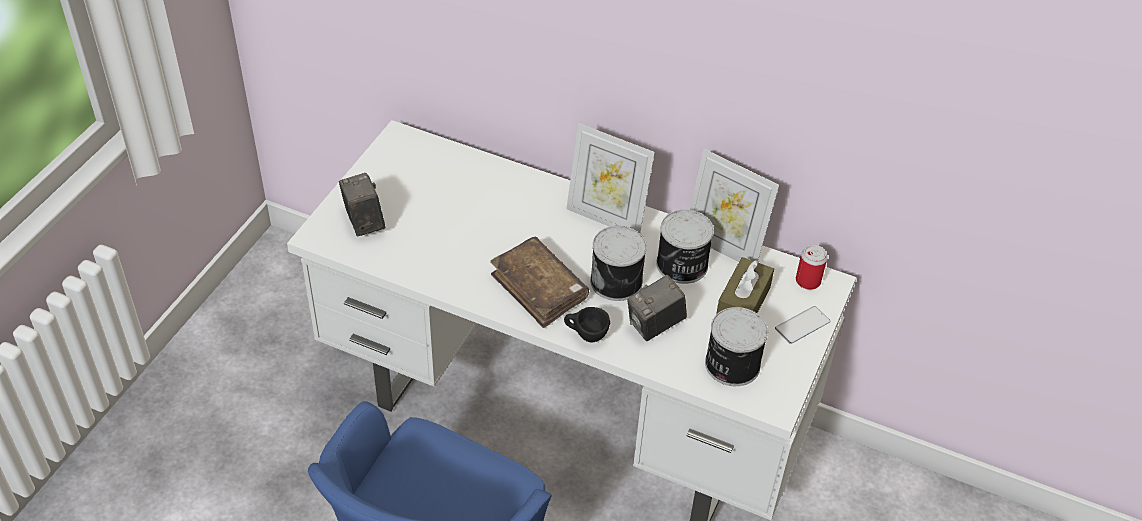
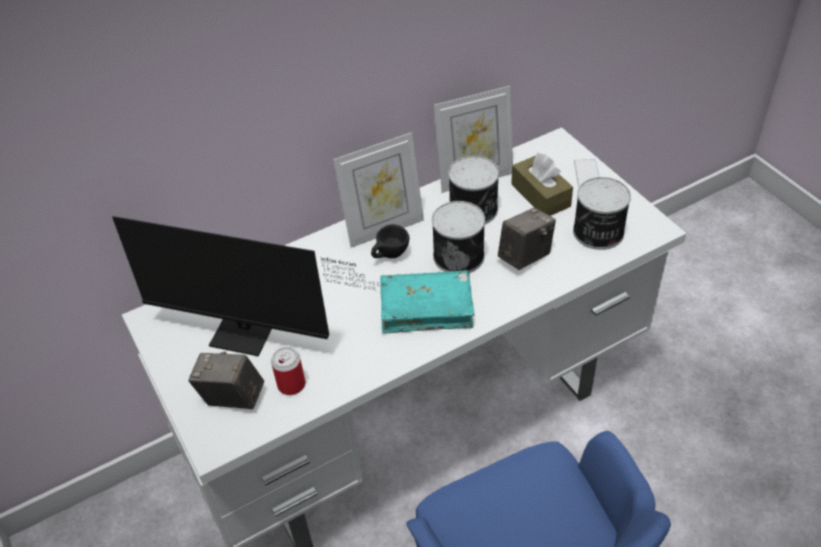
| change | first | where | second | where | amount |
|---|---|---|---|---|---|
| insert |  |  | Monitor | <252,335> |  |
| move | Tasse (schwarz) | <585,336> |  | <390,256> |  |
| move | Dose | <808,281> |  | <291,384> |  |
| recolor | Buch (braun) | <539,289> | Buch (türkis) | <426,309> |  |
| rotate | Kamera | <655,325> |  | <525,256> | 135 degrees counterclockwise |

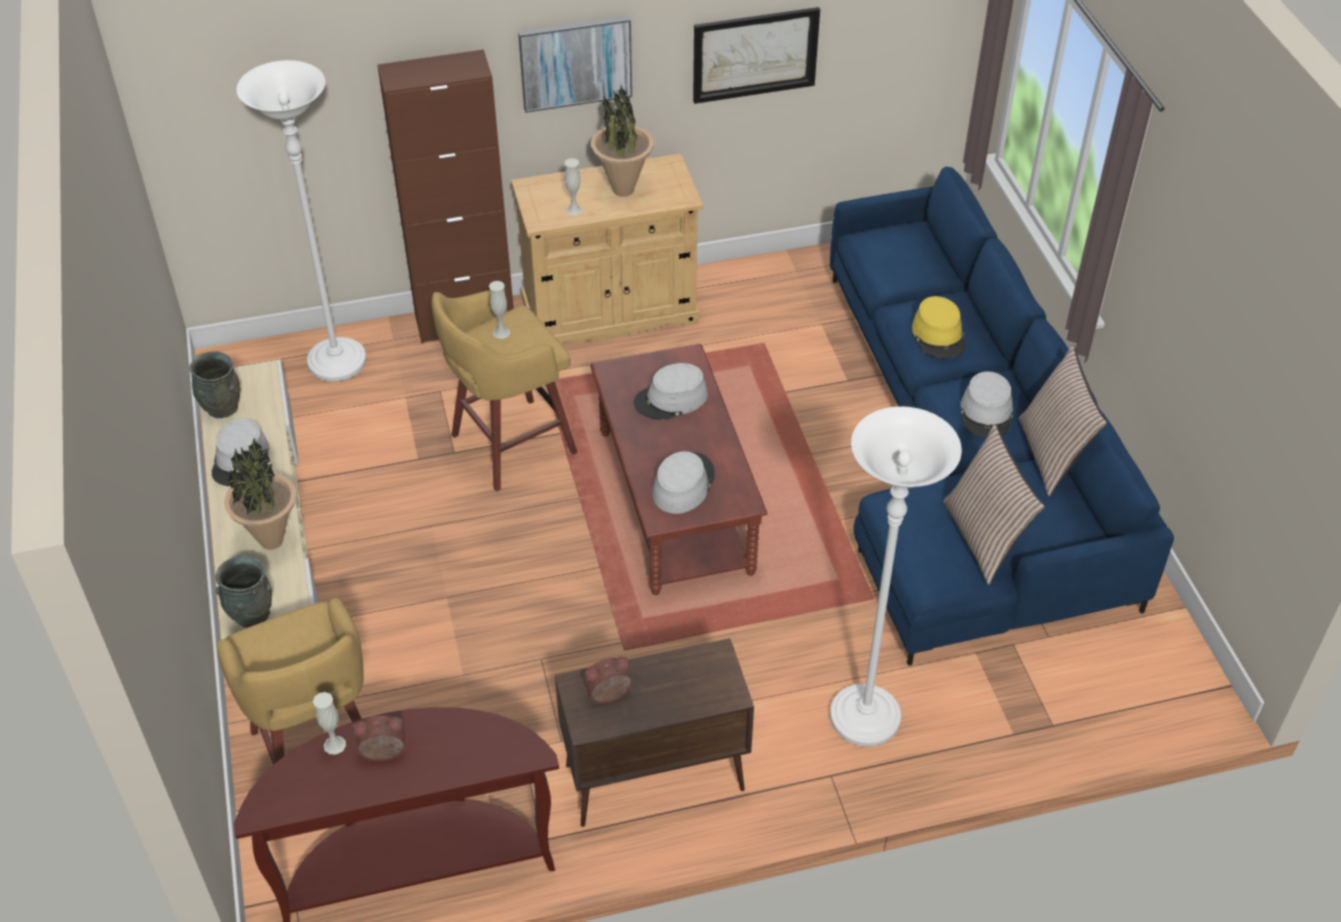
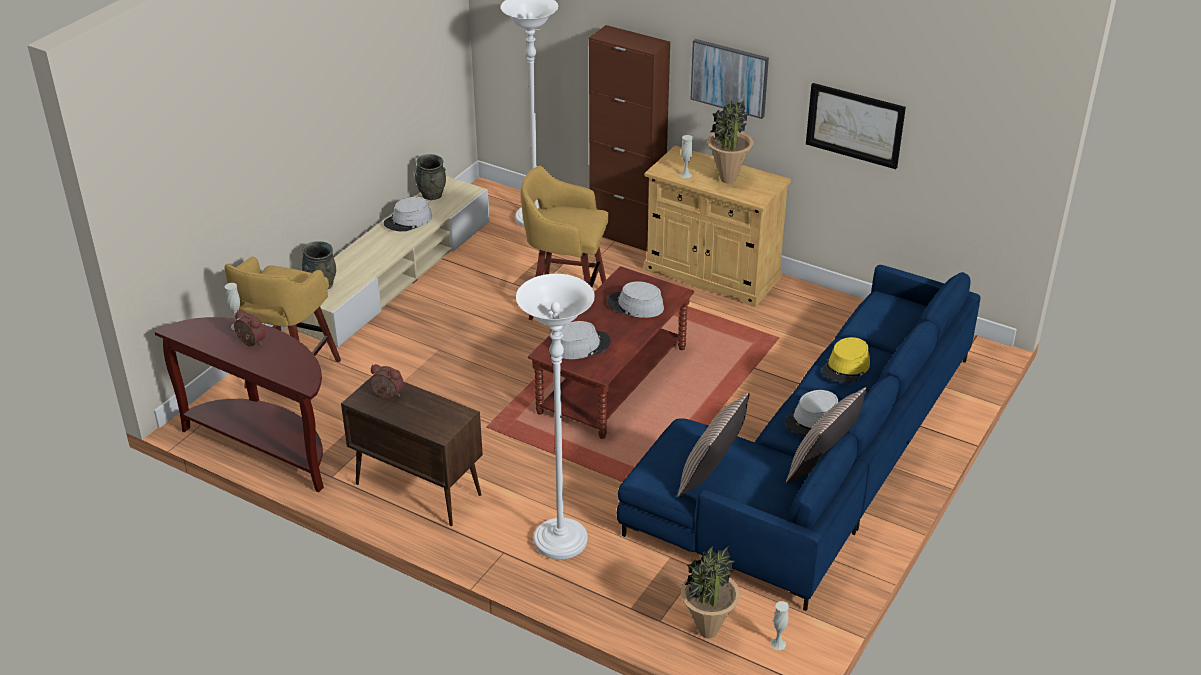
| change | first | where | second | where | amount |
|---|---|---|---|---|---|
| move | Topfpflanze | <272,541> |  | <708,631> |  |
| move | Vase (weiß) | <501,332> |  | <778,644> |  |

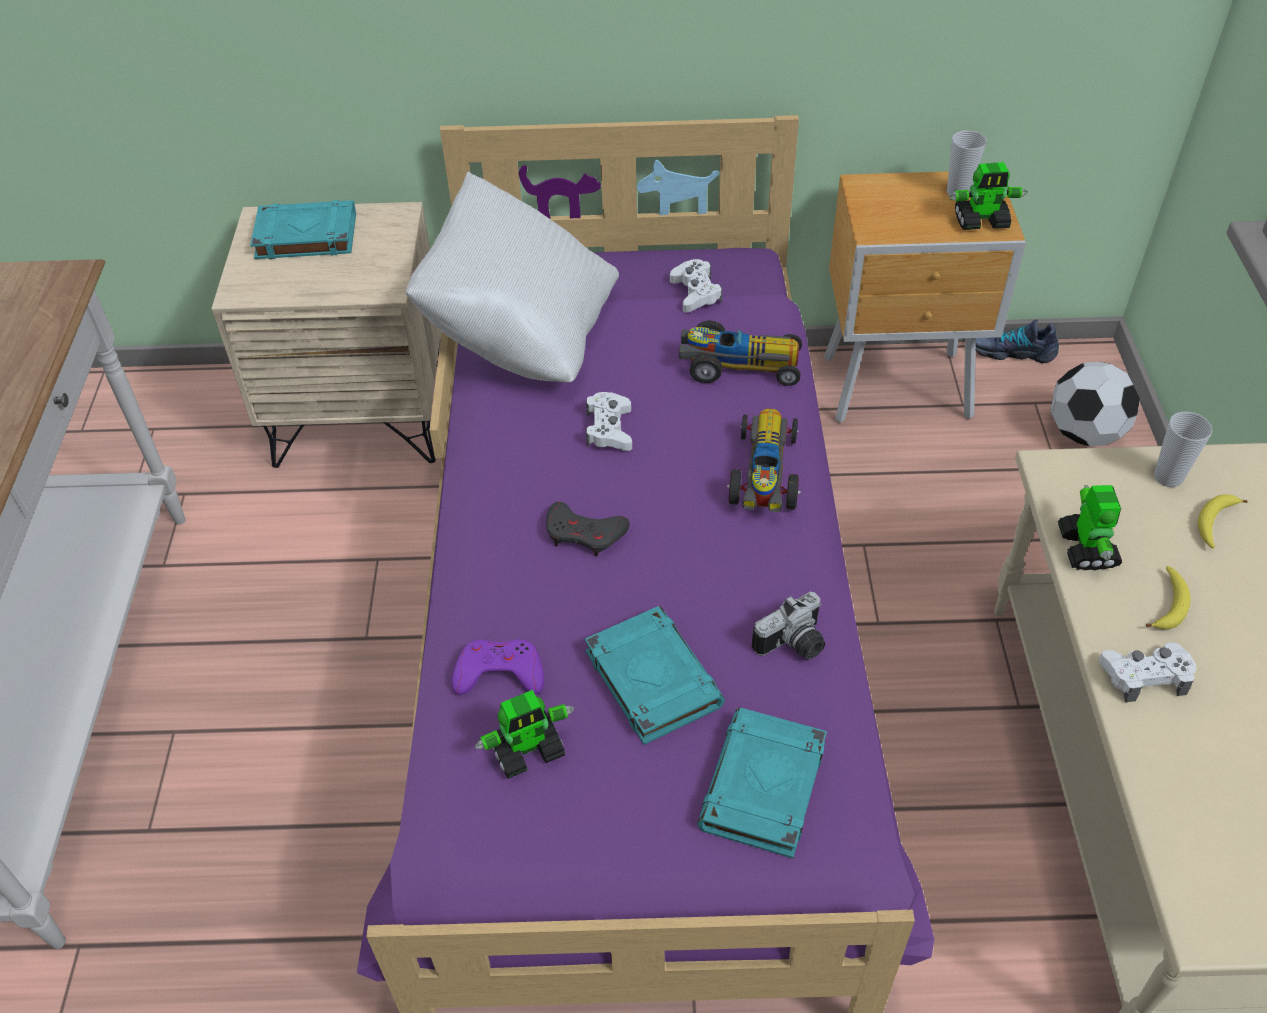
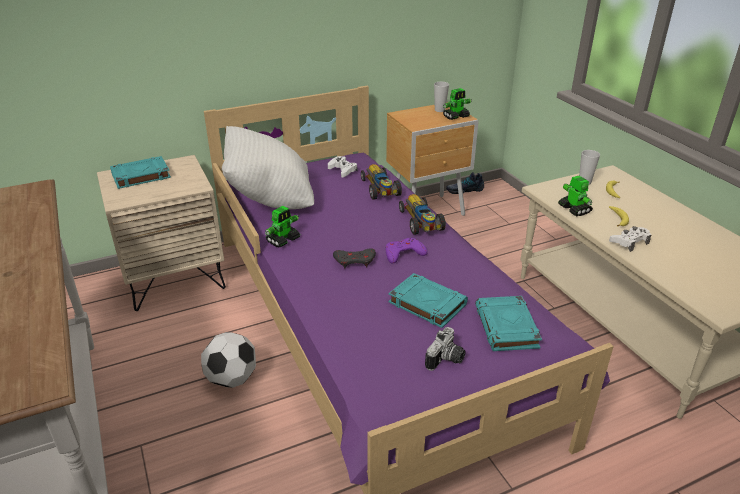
| change | first | where | second | where | amount |
|---|---|---|---|---|---|
| delete | Gamepad (weiß) | <609,429> |  |  |  |
| move | Gamepad (lila) | <499,673> |  | <404,254> |  |
| move | Spielzeugroboter | <528,749> |  | <283,240> |  |
| move | Kamera | <794,645> |  | <447,360> |  |
| move | Fußball | <1084,433> |  | <232,379> |  |
| rotate | Spielzeugauto | <738,365> |  | <380,189> | 90 degrees counterclockwise |

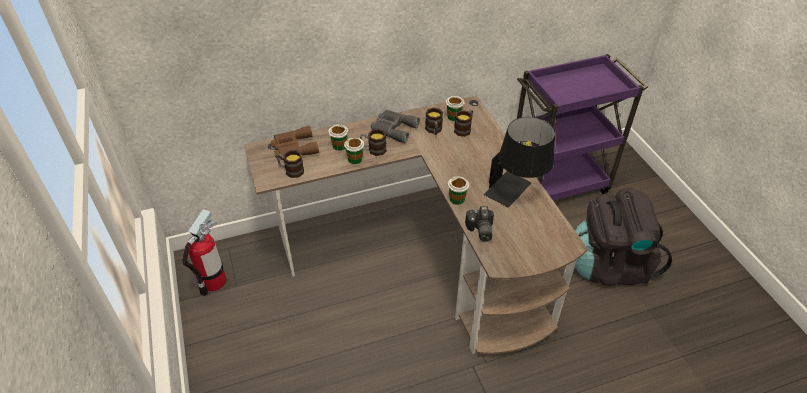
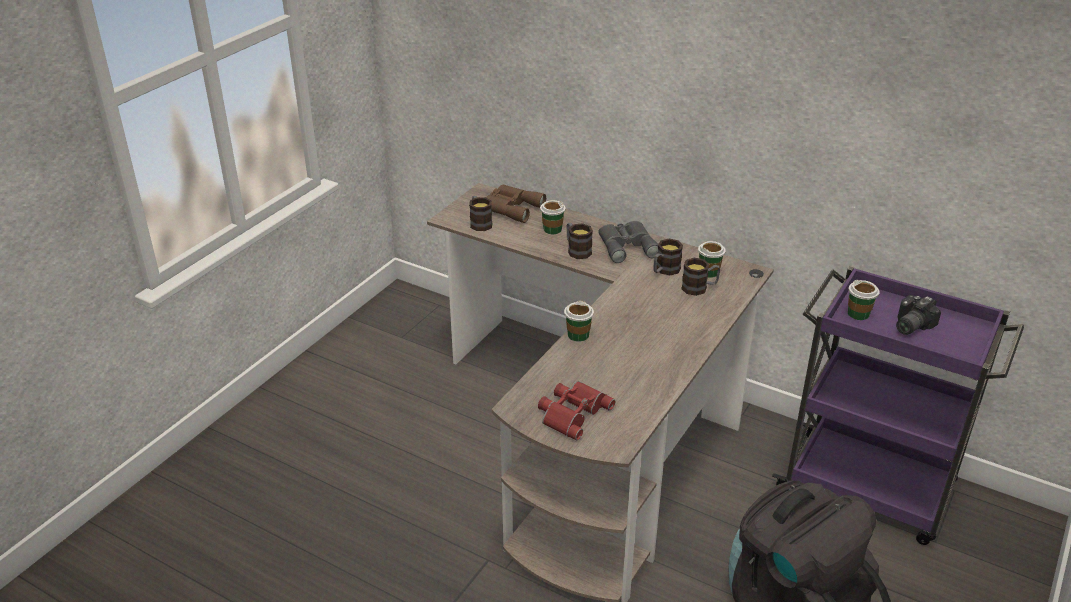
| change | first | where | second | where | amount |
|---|---|---|---|---|---|
| delete | Feuerlöscher | <213,281> |  |  |  |
| delete | Tischlampe (schwarz) | <516,193> |  |  |  |
| insert |  |  | Fernglas (rot) | <572,412> |  |
| move | Tasse | <355,159> |  | <858,314> |  |
| move | Kamera | <479,230> |  | <909,325> |  |

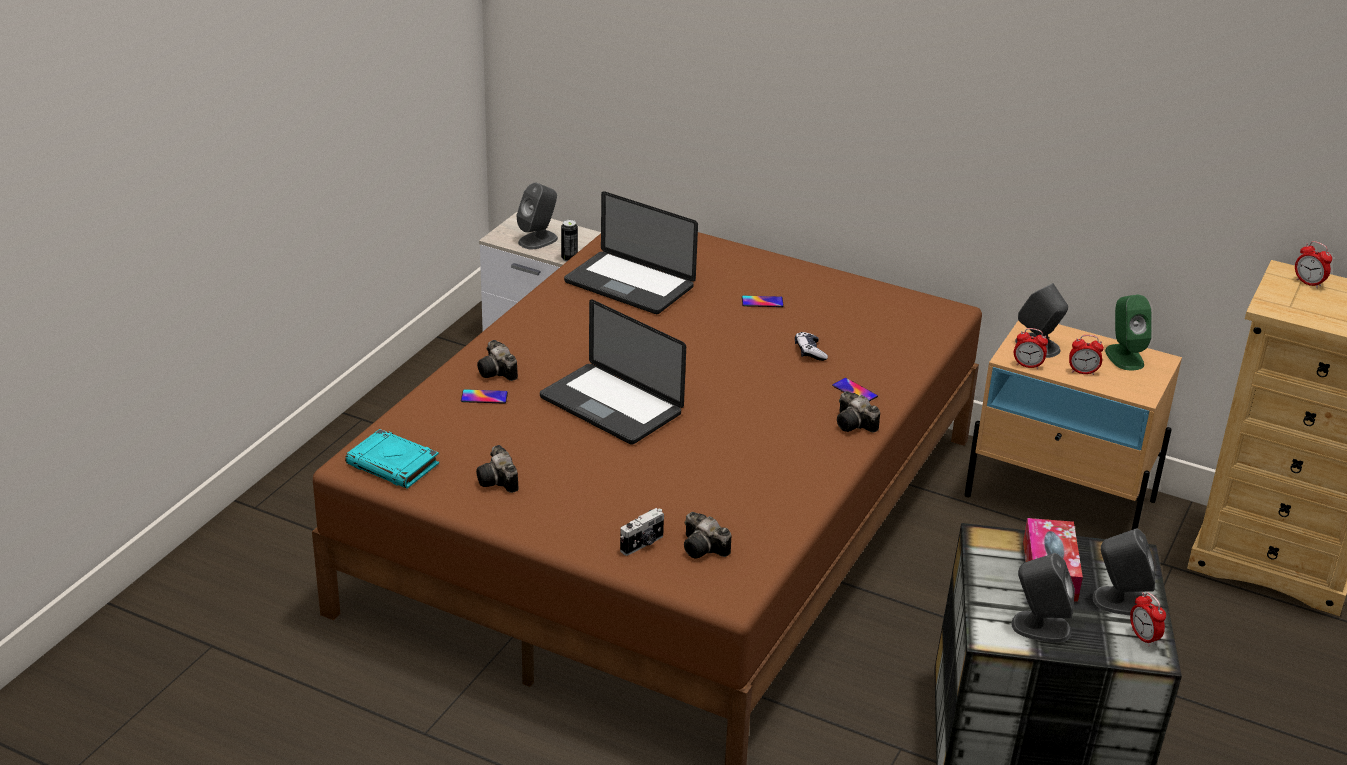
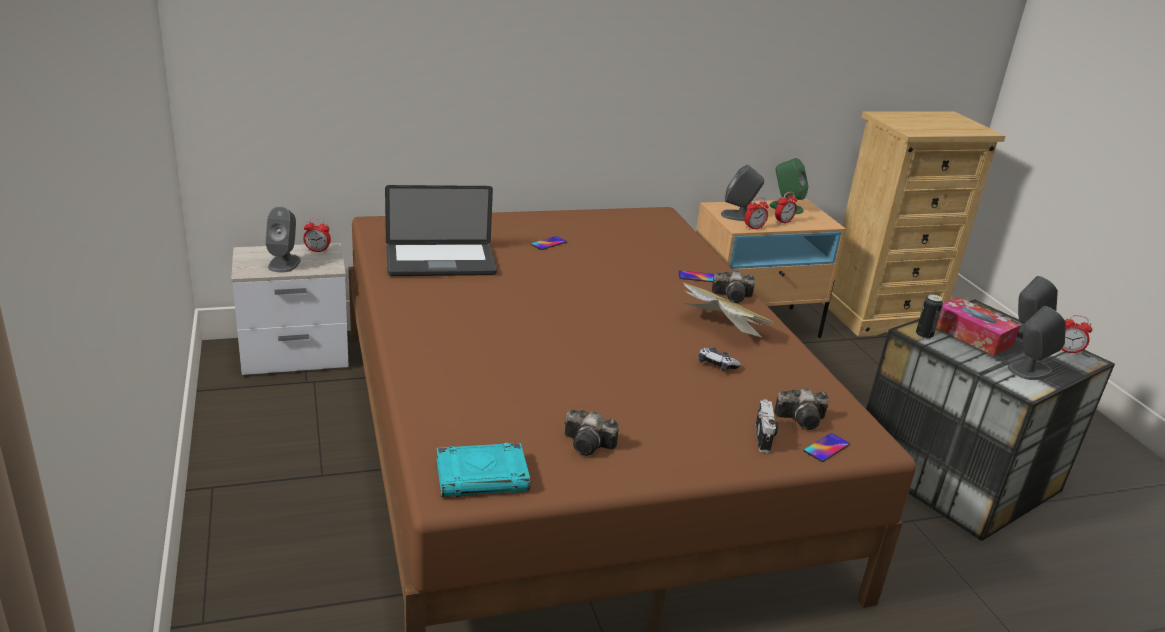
| change | first | where | second | where | amount |
|---|---|---|---|---|---|
| delete | Kamera | <498,372> |  |  |  |
| delete | Laptop | <611,406> |  |  |  |
| insert |  |  | Buch | <723,327> |  |
| move | Handy | <484,397> |  | <826,448> |  |
| move | Dose | <569,258> |  | <924,335> |  |
| move | Gamepad | <810,352> |  | <716,365> |  |
| move | Wecker | <1308,283> |  | <317,251> |  |

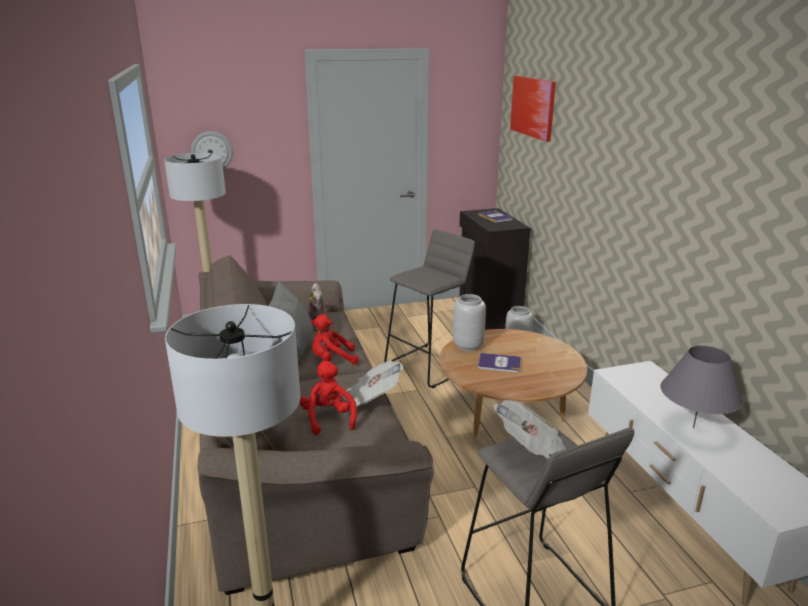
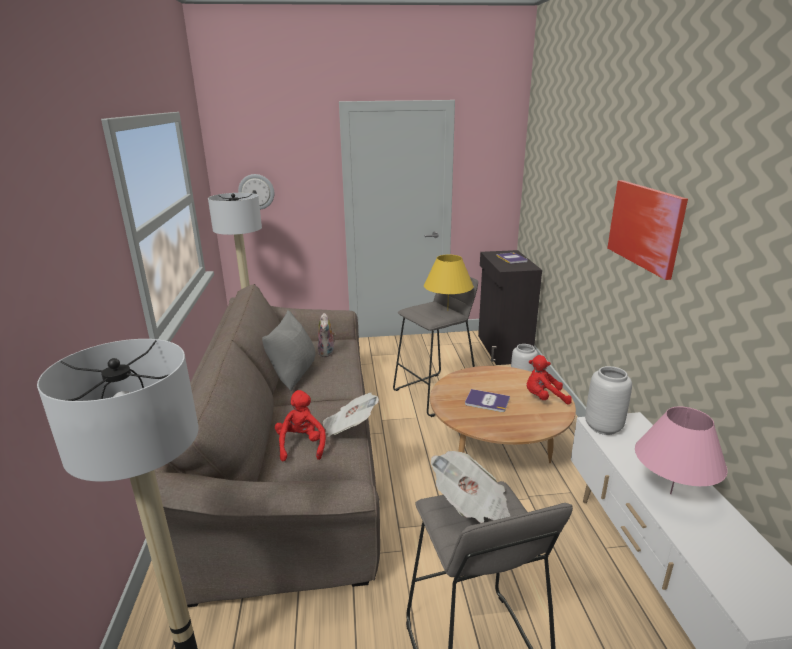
| change | first | where | second | where | amount |
|---|---|---|---|---|---|
| insert |  |  | Tischlampe (gelb) | <447,310> |  |
| move | Plüschtier (rot) | <332,360> |  | <544,398> |  |
| move | Vase (grau) | <468,346> |  | <604,427> |  |
| move | Bild | <533,107> |  | <645,226> |  |
| recolor | Tischlampe (grau) | <693,428> | Tischlampe (rosa) | <670,493> |  |

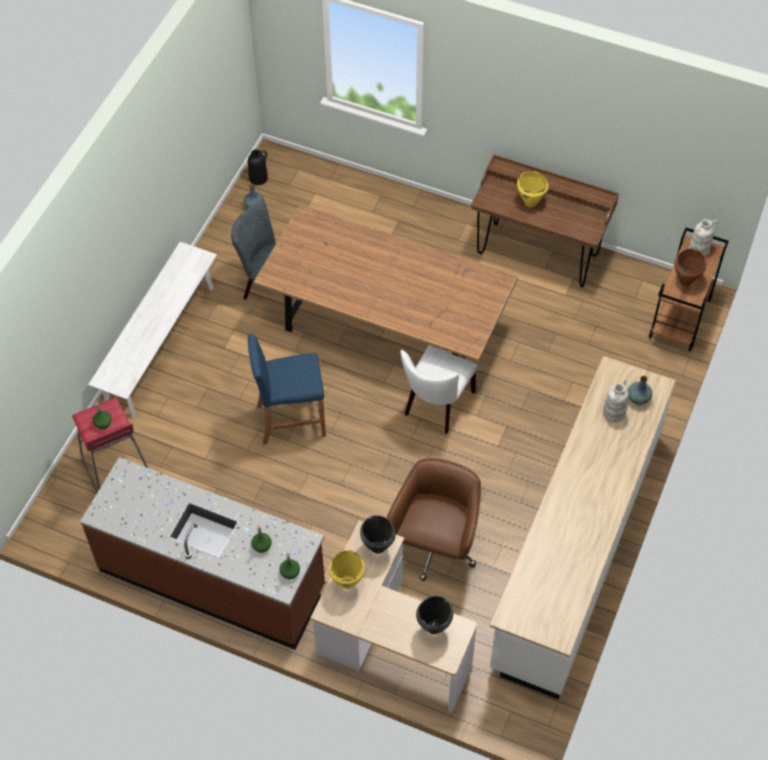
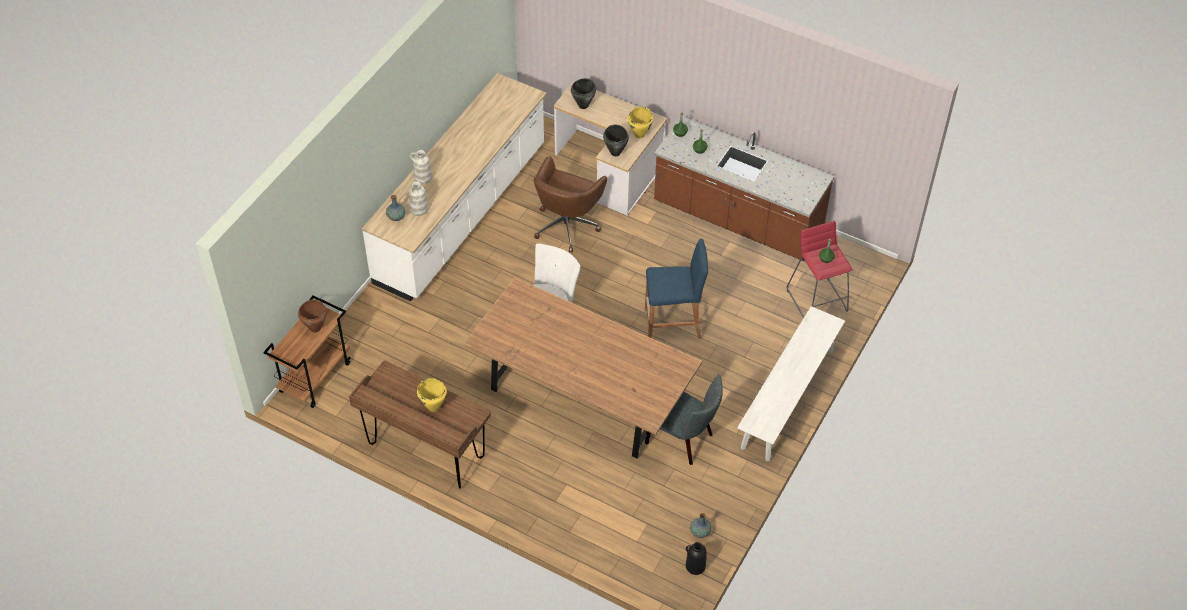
| change | first | where | second | where | amount |
|---|---|---|---|---|---|
| move | Vase (weiß) | <699,249> |  | <423,178> |  |

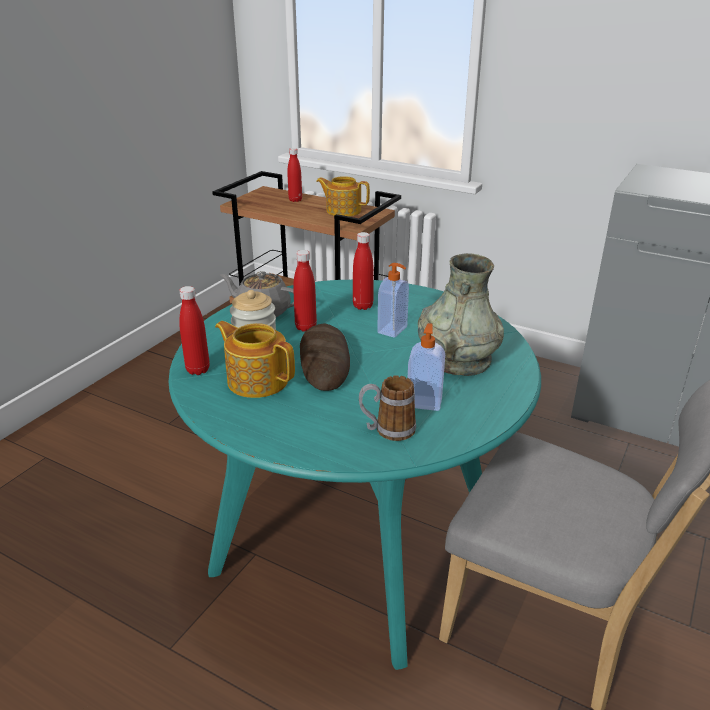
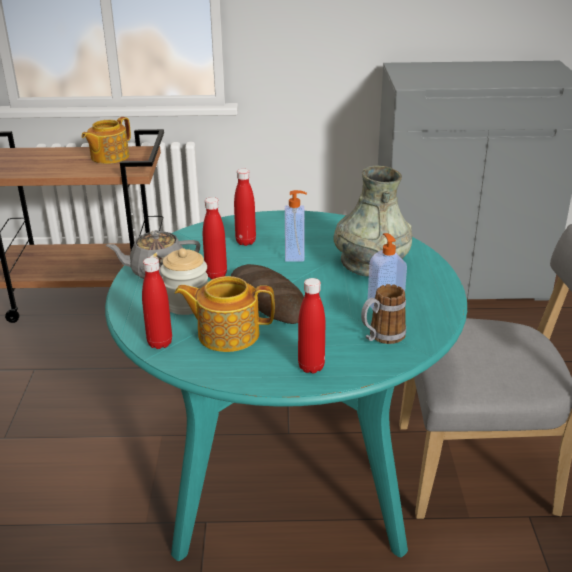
| change | first | where | second | where | amount |
|---|---|---|---|---|---|
| move | Flasche (rot) | <295,200> |  | <311,367> |  |
| rotate | Teekanne | <343,210> |  | <109,157> | 45 degrees counterclockwise |

